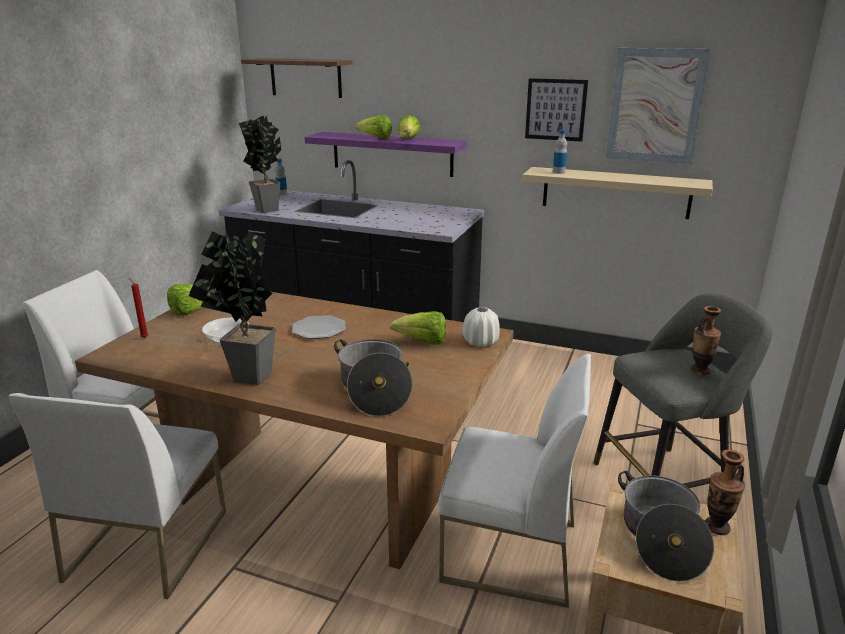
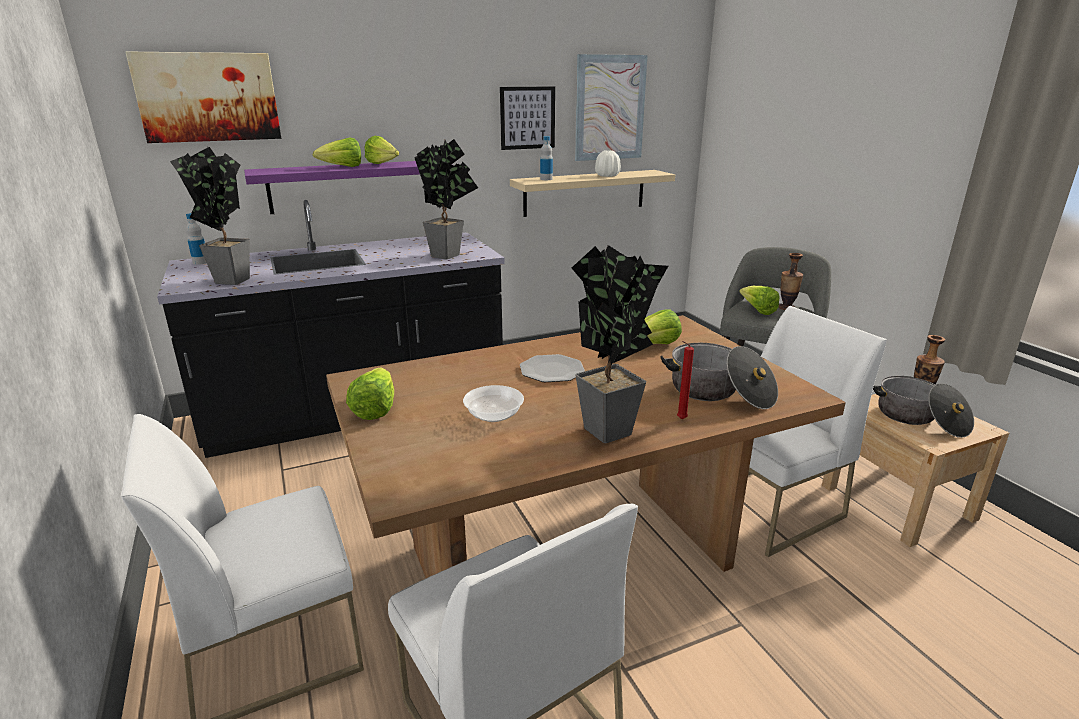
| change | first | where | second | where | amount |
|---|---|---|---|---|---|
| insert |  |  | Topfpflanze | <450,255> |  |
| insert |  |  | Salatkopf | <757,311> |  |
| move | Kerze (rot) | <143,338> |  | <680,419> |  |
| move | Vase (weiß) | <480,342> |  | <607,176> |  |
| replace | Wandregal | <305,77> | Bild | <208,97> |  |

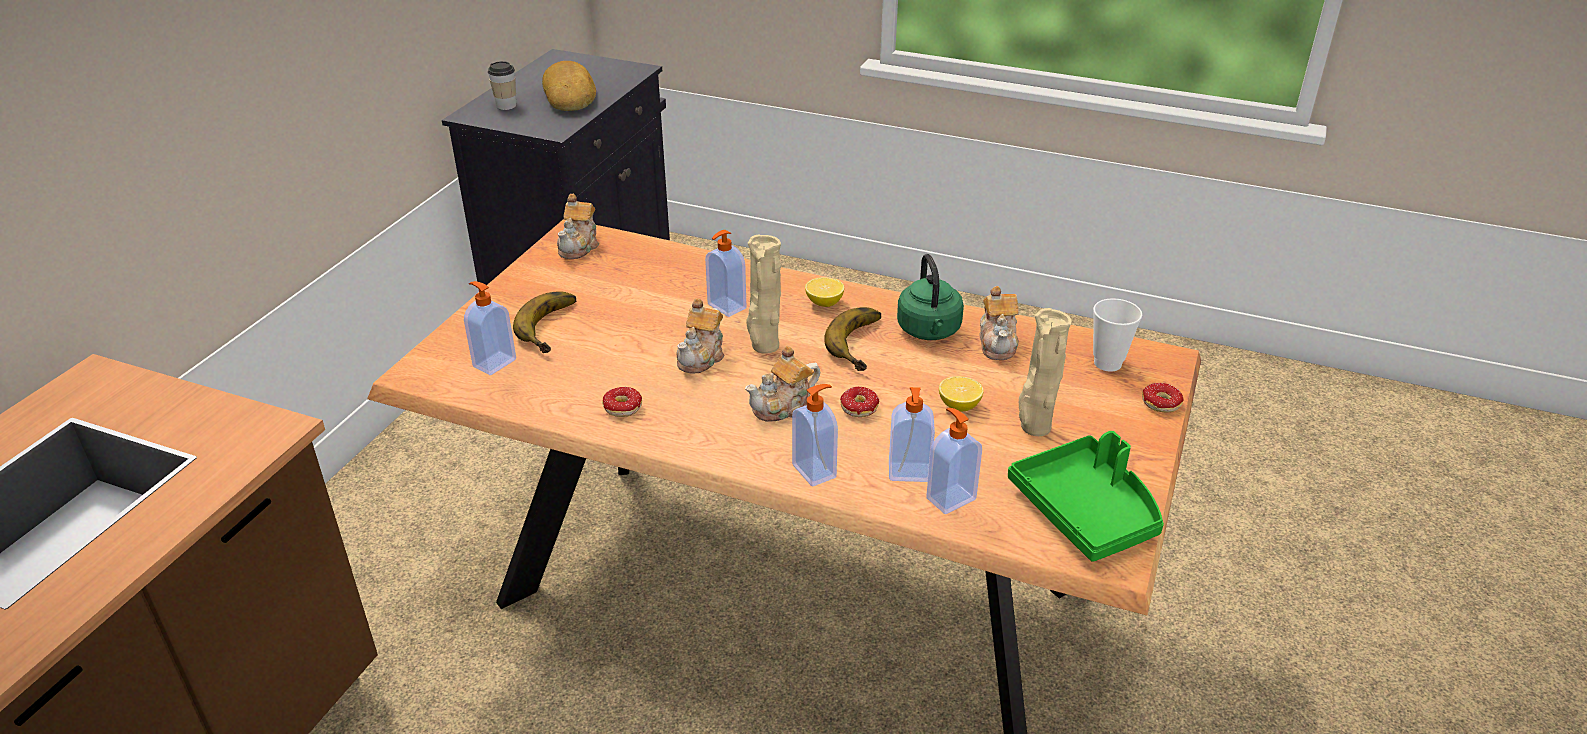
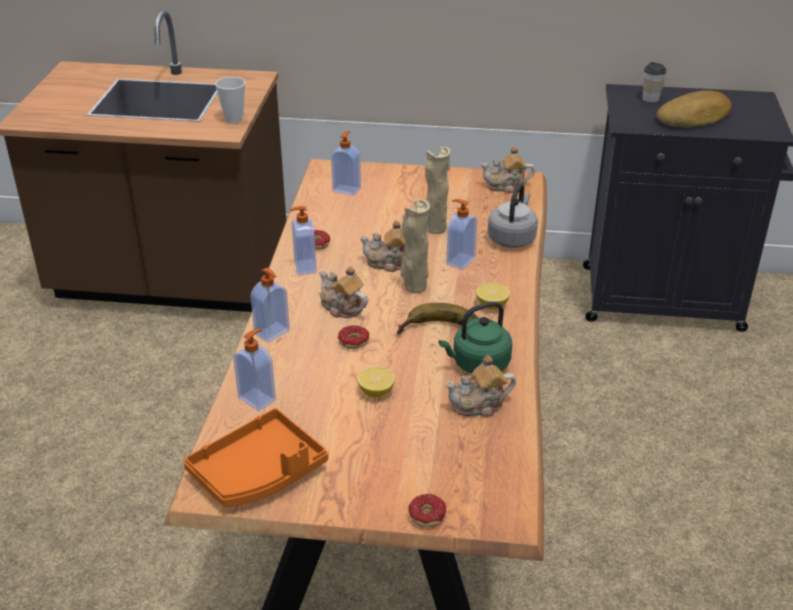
| change | first | where | second | where | amount |
|---|---|---|---|---|---|
| delete | Banane | <555,327> |  |  |  |
| insert |  |  | Wasserkessel (grau) | <512,238> |  |
| move | Seifenspender | <909,473> |  | <304,267> |  |
| move | Vase (beige) | <1034,428> |  | <435,228> |  |
| move | Tasse | <1107,363> |  | <234,119> |  |
| recolor | Tablett (grün) | <1087,511> | Tablett (orange) | <259,472> |  |

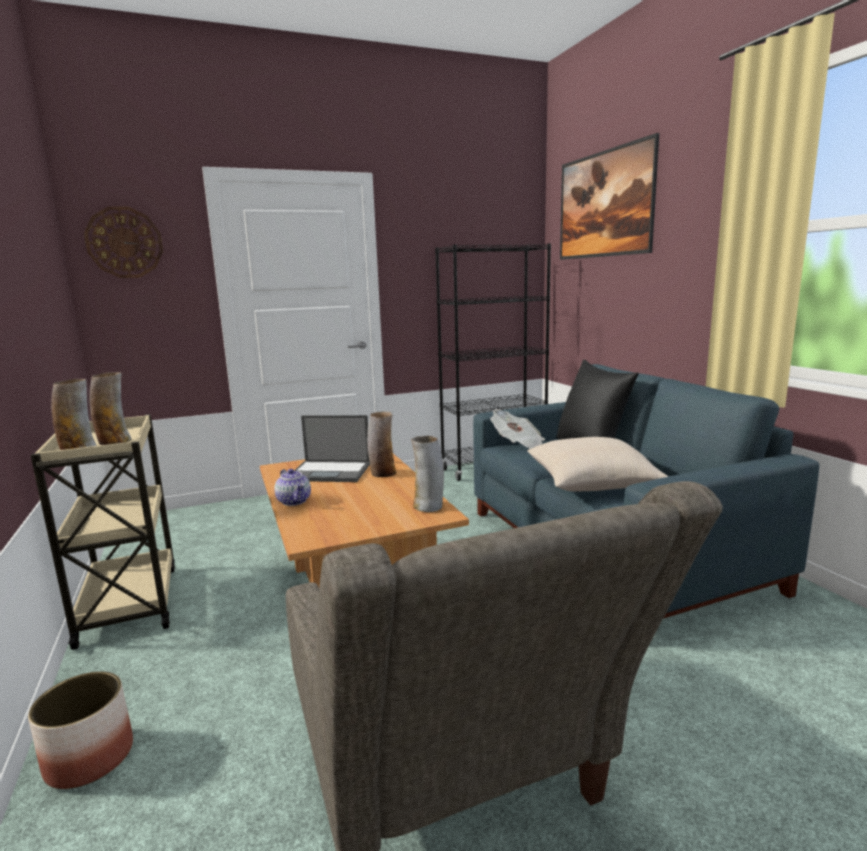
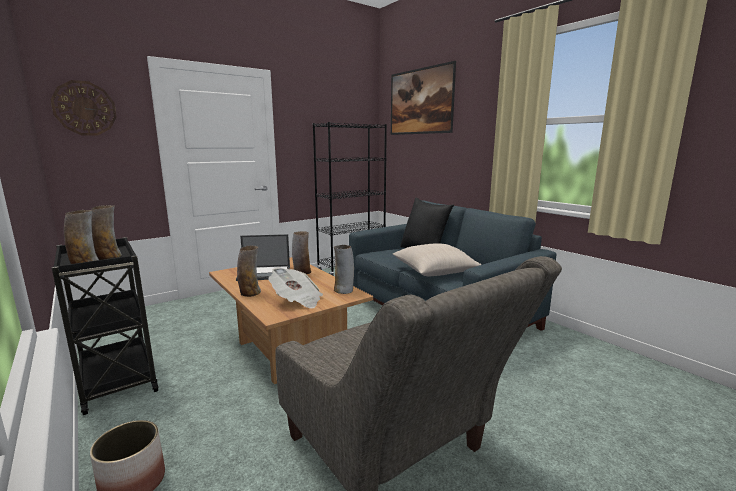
| change | first | where | second | where | amount |
|---|---|---|---|---|---|
| move | Zeitung | <518,444> |  | <297,300> |  |
| replace | Teekanne | <294,501> | Vase | <250,293> |  |
| recolor | Rollwagen (beige) | <129,603> | Rollwagen (schwarz) | <117,378> |  |

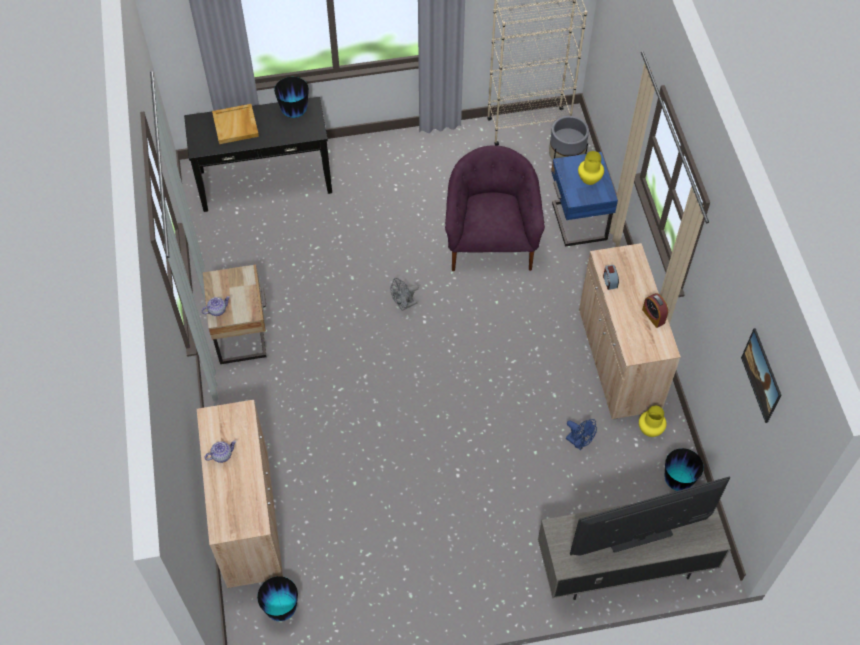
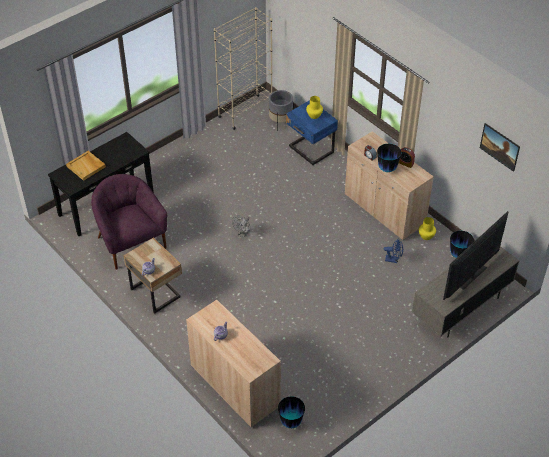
| change | first | where | second | where | amount |
|---|---|---|---|---|---|
| move | Vase | <294,112> |  | <387,169> |  |
| move | Sessel (lila) | <490,242> |  | <130,242> |  |

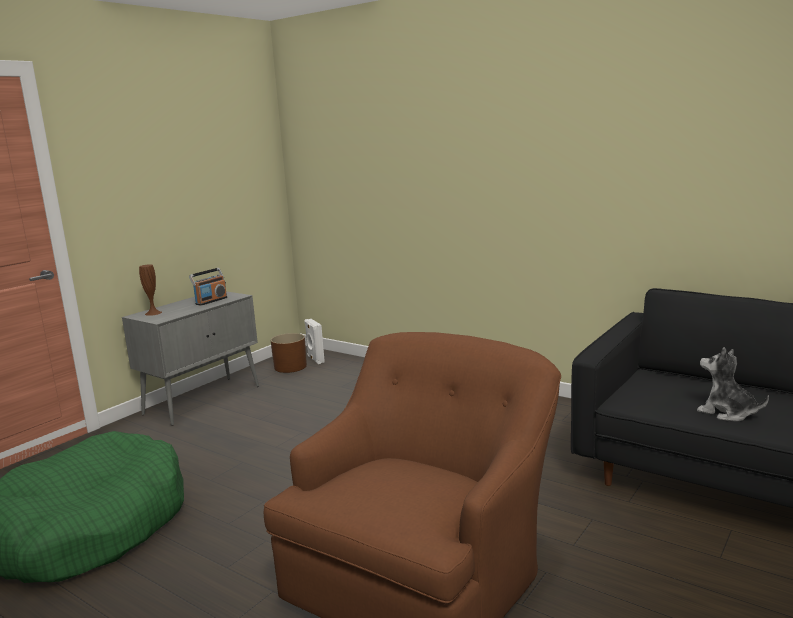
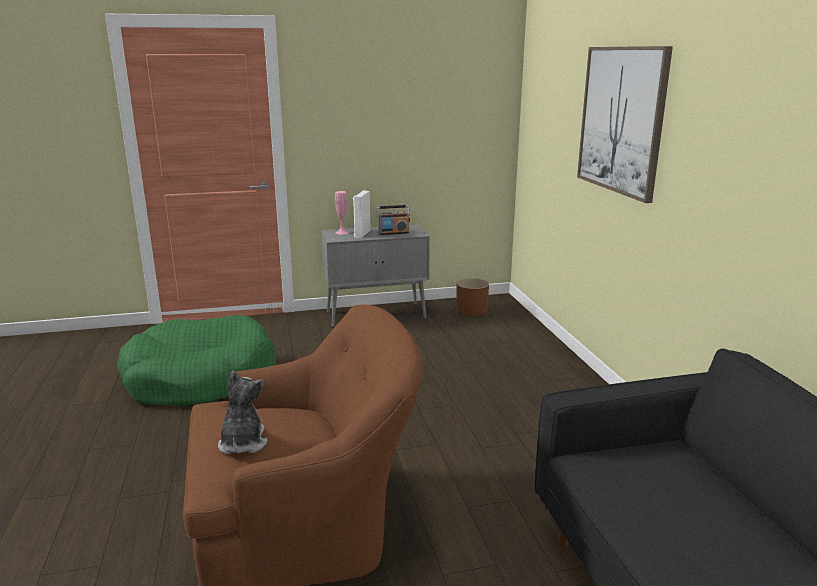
| change | first | where | second | where | amount |
|---|---|---|---|---|---|
| insert |  |  | Bild | <621,120> |  |
| move | Lautsprecher (weiß) | <315,359> |  | <361,234> |  |
| move | Plüschtier | <727,413> |  | <243,443> |  |
| recolor | Vase (braun) | <153,313> | Vase (rosa) | <342,232> |  |

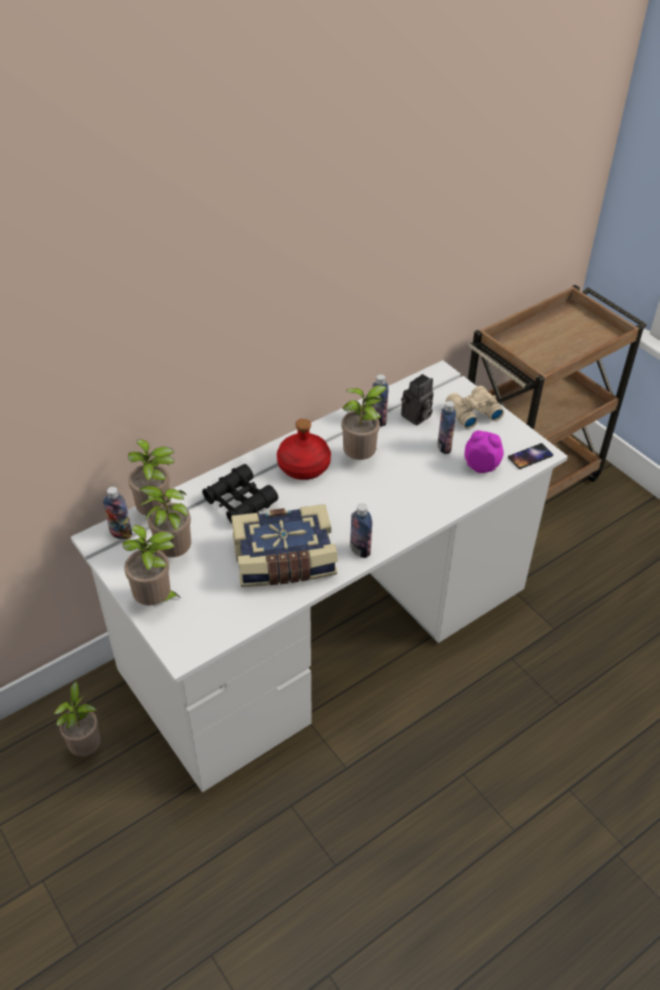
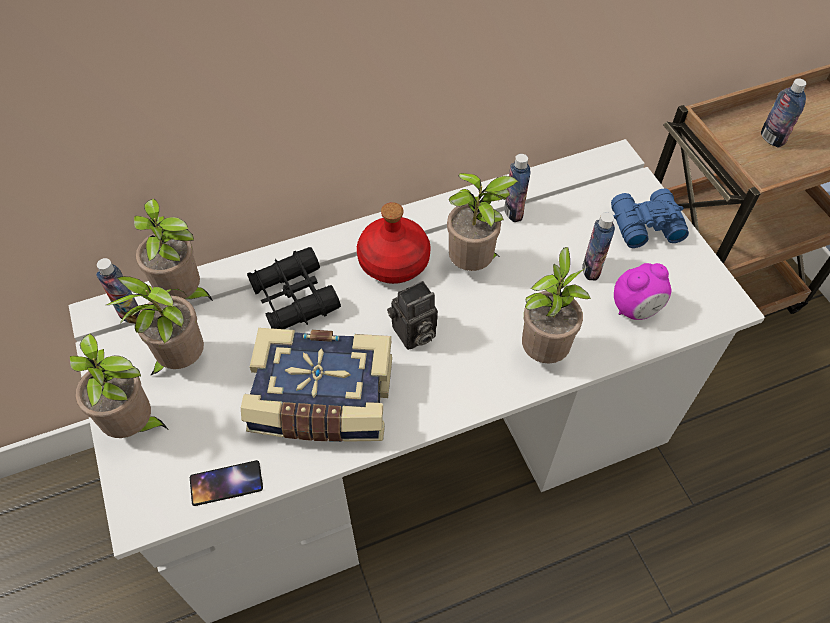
| change | first | where | second | where | amount |
|---|---|---|---|---|---|
| move | Topfpflanze | <87,747> |  | <544,350> |  |
| move | Flasche | <360,550> |  | <772,138> |  |
| move | Kamera | <416,417> |  | <413,335> |  |
| move | Handy | <530,456> |  | <226,483> |  |
| recolor | Fernglas (beige) | <471,412> | Fernglas (blau) | <644,224> |  |
| rotate | Wecker | <481,466> |  | <636,309> | 120 degrees clockwise |

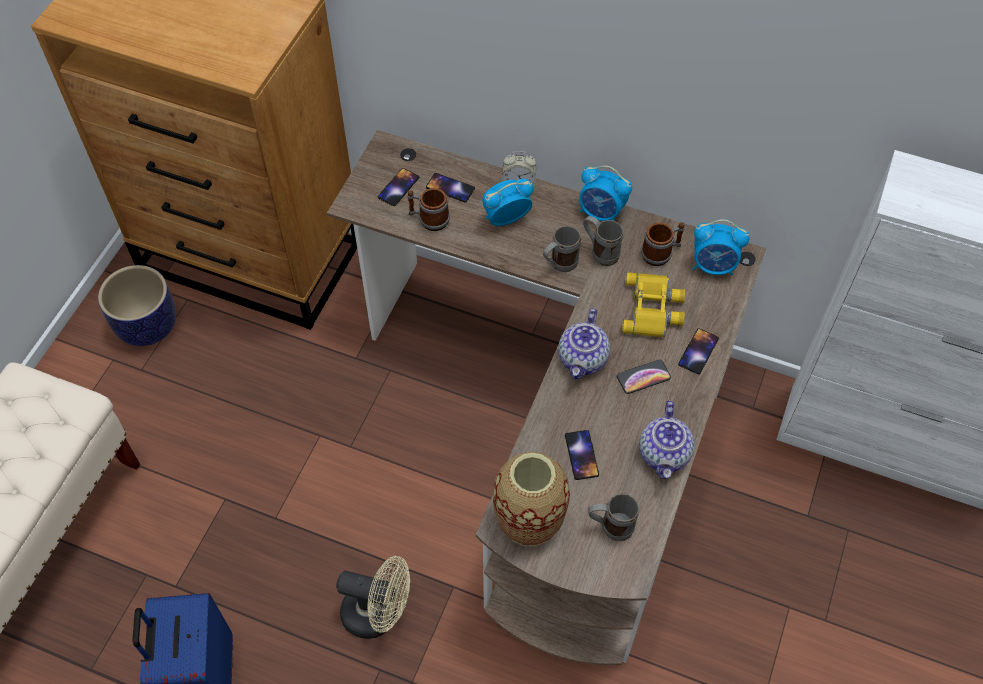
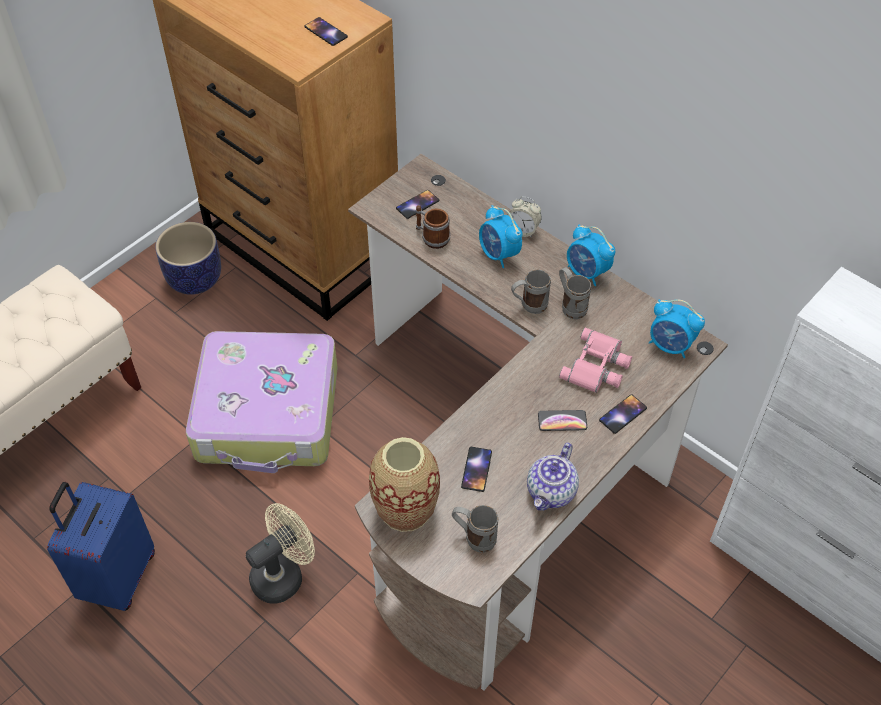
| change | first | where | second | where | amount |
|---|---|---|---|---|---|
| delete | Teekanne | <583,359> |  |  |  |
| delete | Henkelbecher | <661,253> |  |  |  |
| insert |  |  | Koffer | <268,414> |  |
| move | Handy | <450,188> |  | <326,32> |  |
| recolor | Fernglas (gelb) | <653,309> | Fernglas (rosa) | <597,366> |  |
| rotate | Ventilator (beige) | <378,614> |  | <283,574> | 75 degrees counterclockwise |
| rotate | Wecker | <505,218> |  | <499,254> | 120 degrees counterclockwise |

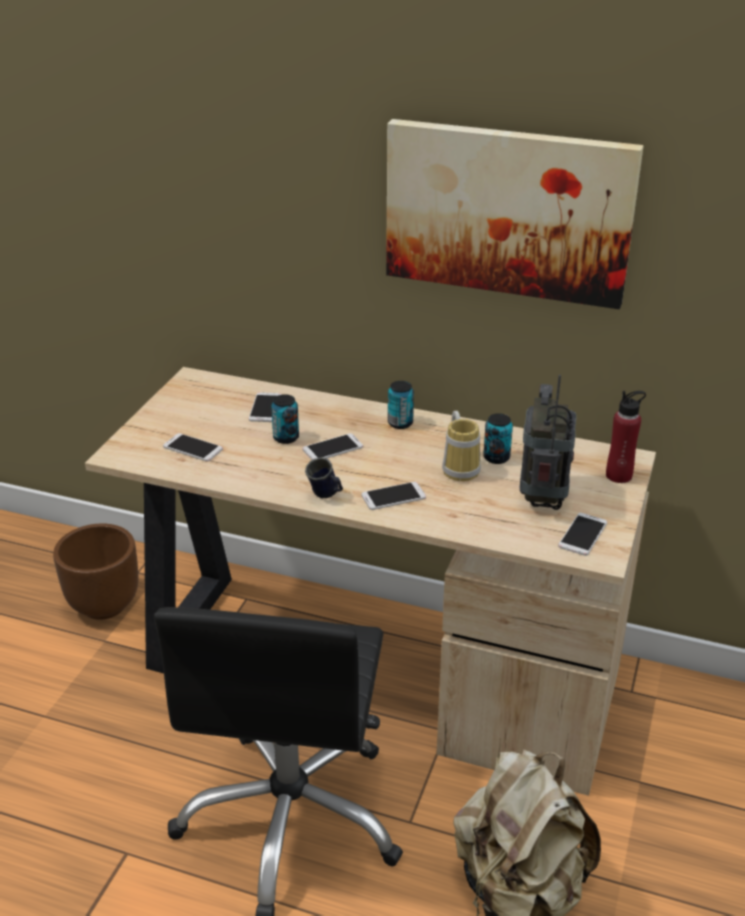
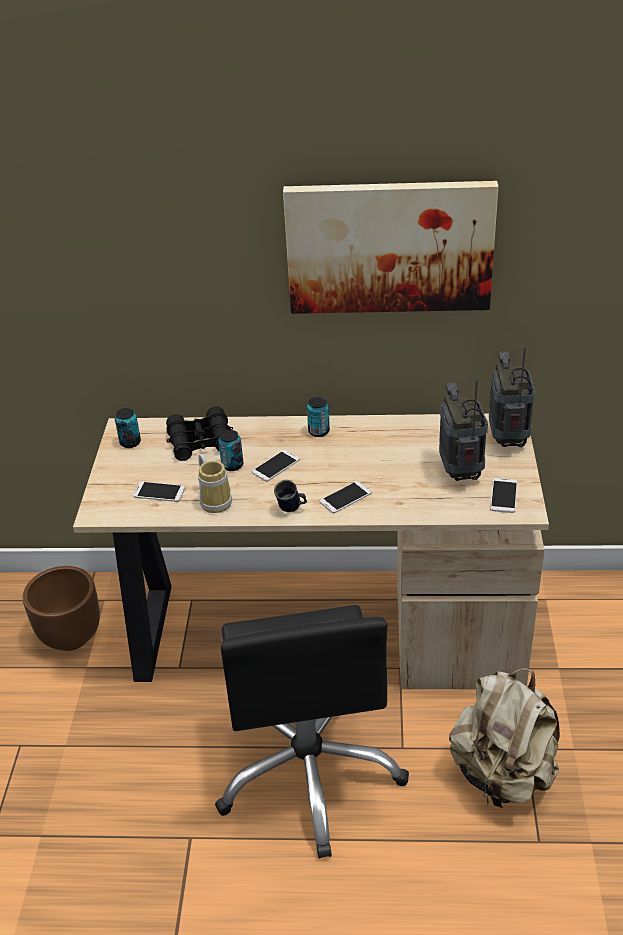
| change | first | where | second | where | amount |
|---|---|---|---|---|---|
| move | Henkelbecher | <461,468> |  | <215,500> |  |
| move | Dose | <496,458> |  | <130,442> |  |
| replace | Handy | <265,408> | Fernglas (schwarz) | <201,442> |  |
| replace | Flasche (rot) | <619,475> | Radio | <508,439> |  |

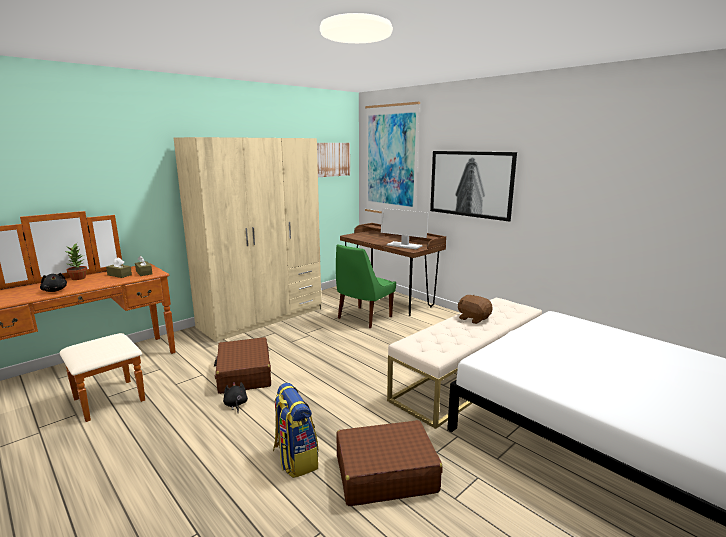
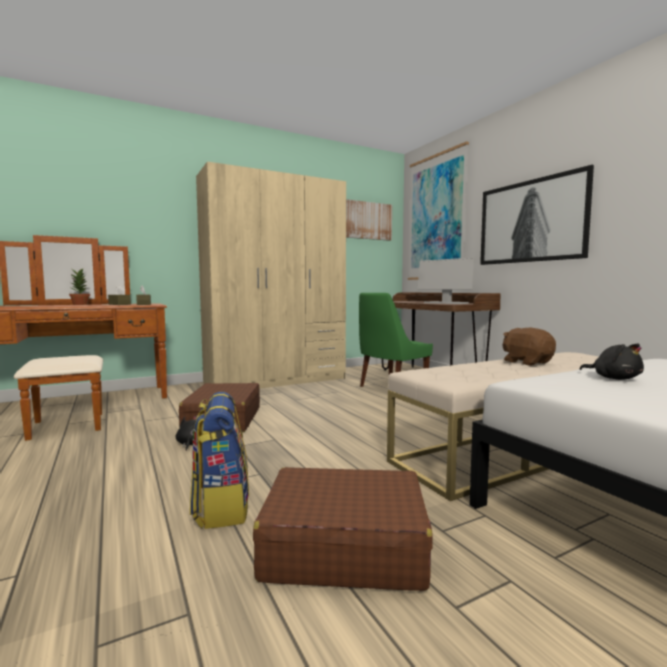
| change | first | where | second | where | amount |
|---|---|---|---|---|---|
| move | Plüschtier (schwarz) | <55,290> |  | <614,378> |  |

